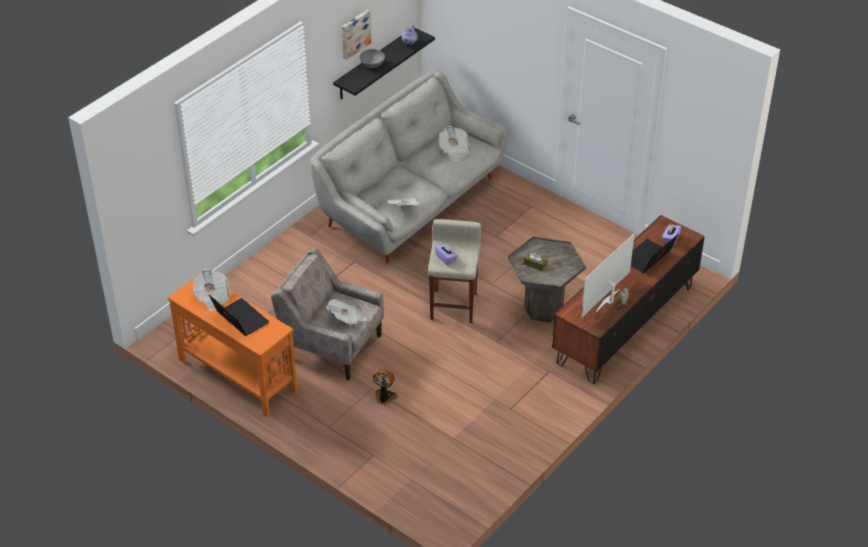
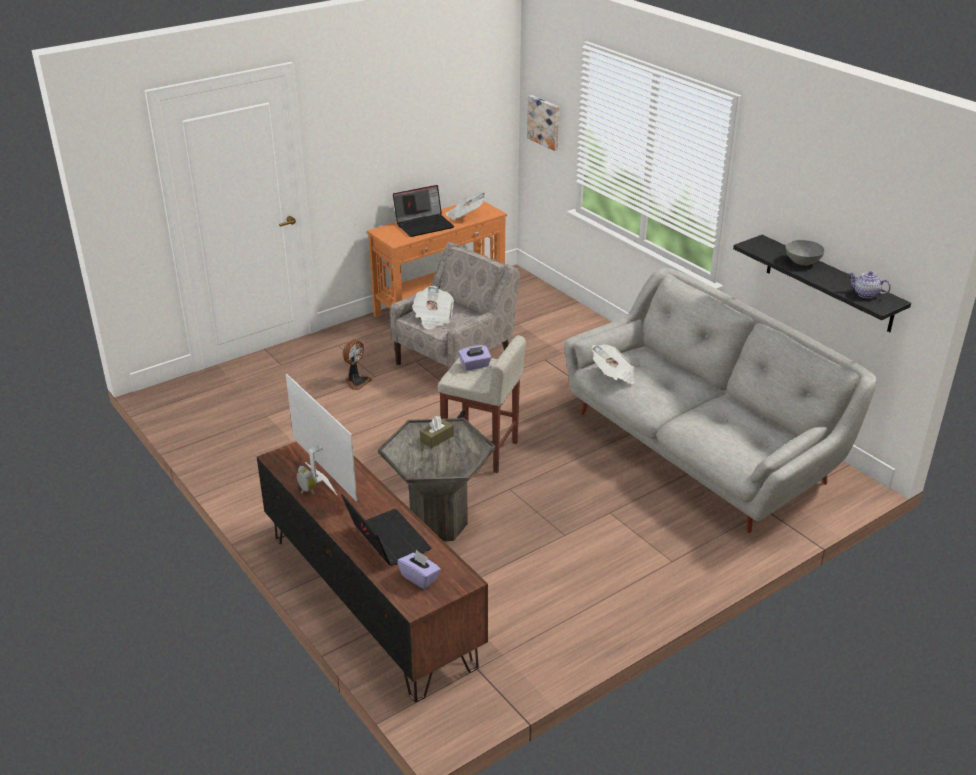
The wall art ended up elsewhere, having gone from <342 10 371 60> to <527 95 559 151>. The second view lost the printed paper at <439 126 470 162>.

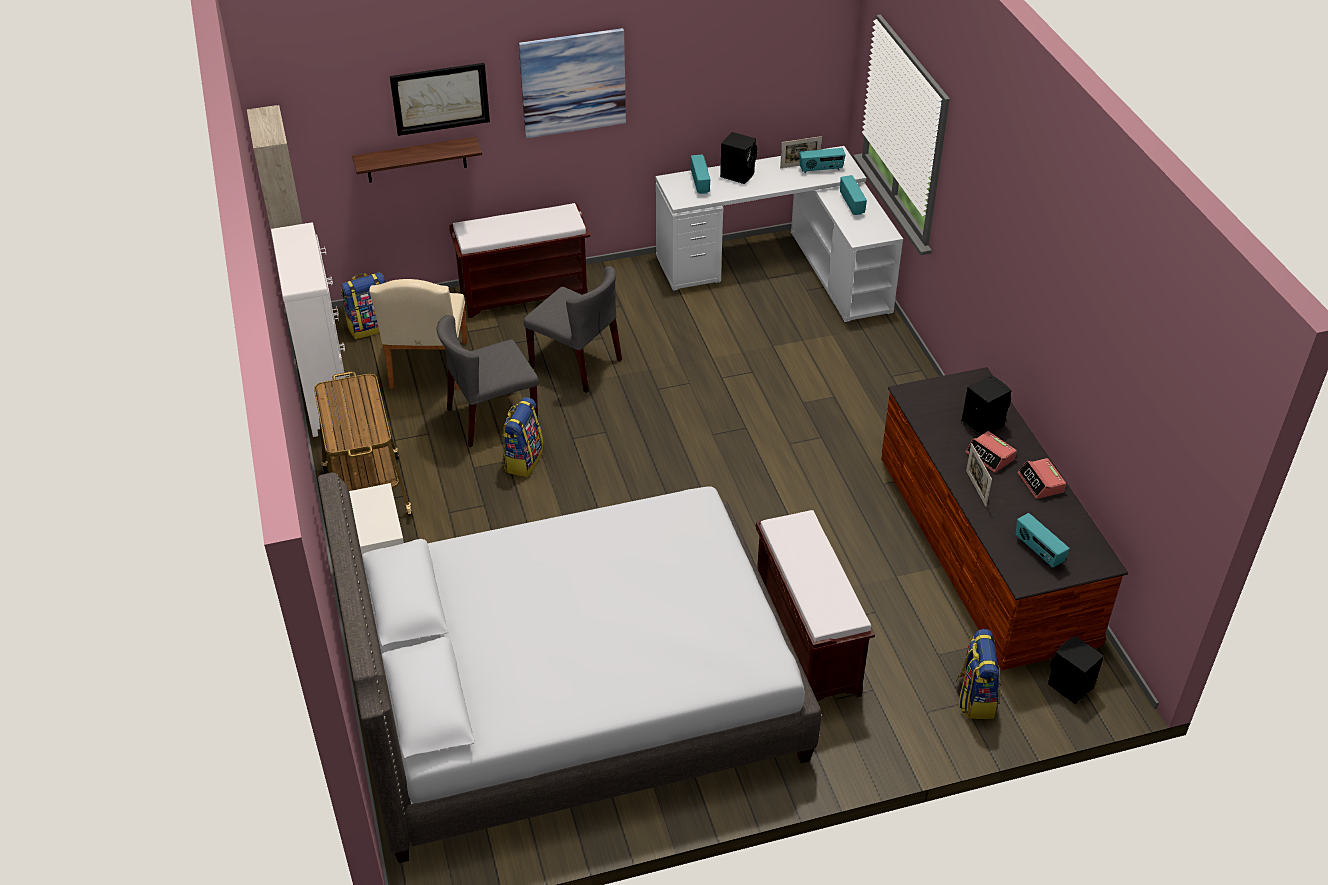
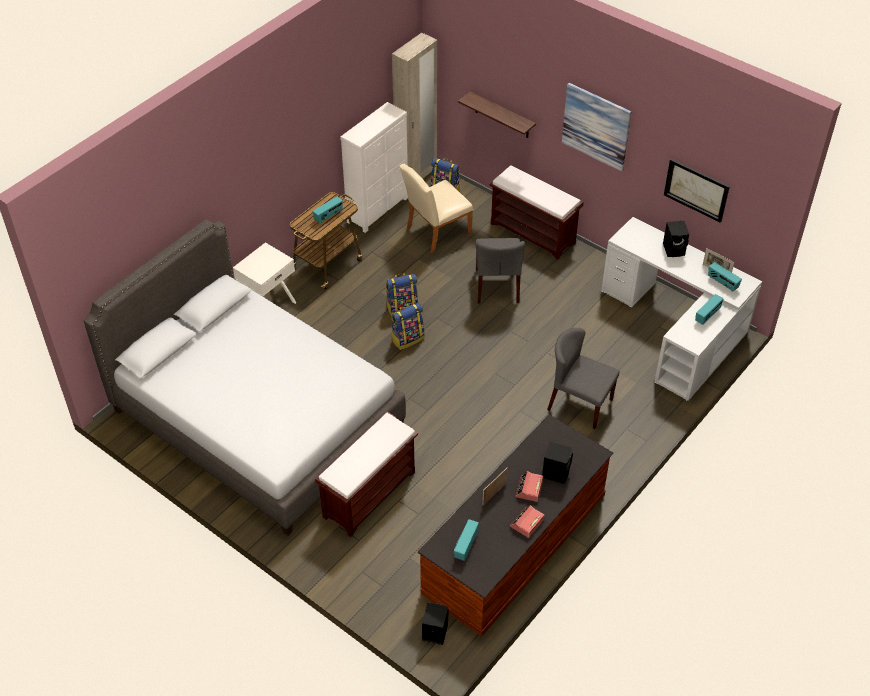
The radio receiver ended up elsewhere, having gone from <691 155 710 194> to <312 196 343 223>. The backpack ended up elsewhere, having gone from <955 629 1001 719> to <391 303 424 350>. The chair (gray) ended up elsewhere, having gone from <436 315 539 447> to <547 328 619 429>. The wall art ended up elsewhere, having gone from <390 63 490 136> to <664 159 730 223>.

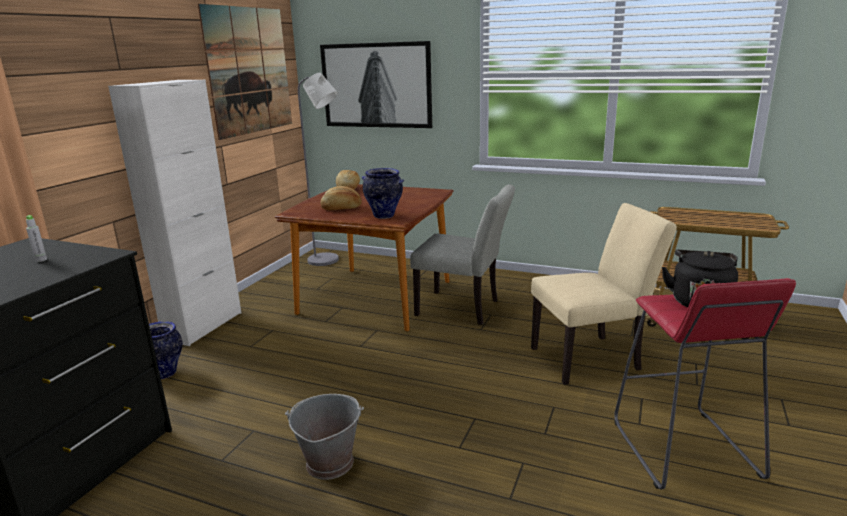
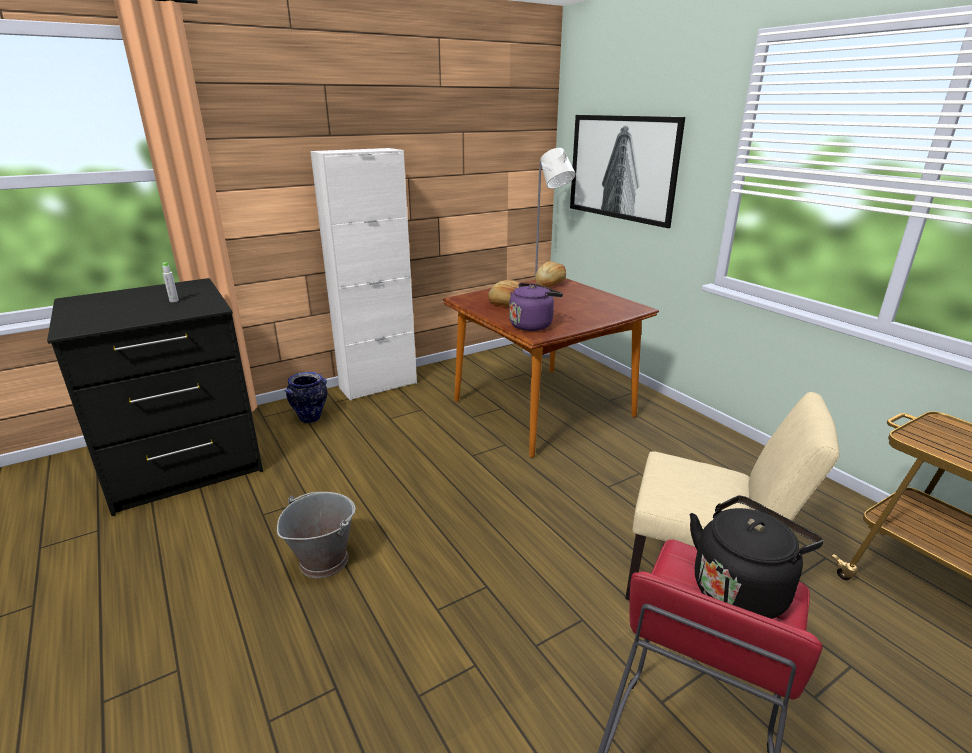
Where the flower vase stood at <362 168 404 219>, the kettle (purple-coloured) came to stand at <509 283 563 331>. The second view lost the wall art at <198 4 292 140>. The second view lost the chair (gray) at <410 184 515 325>.

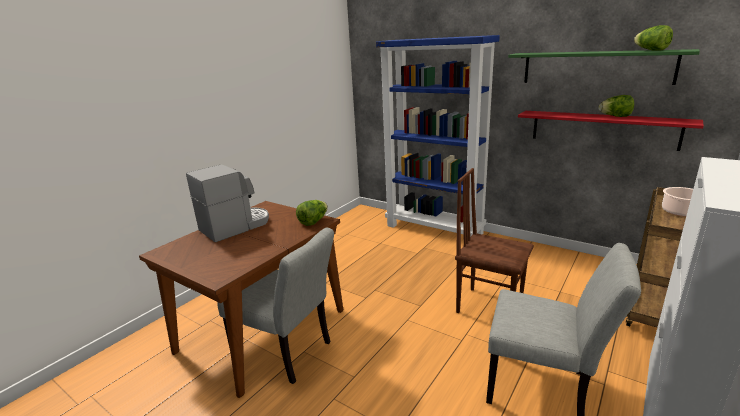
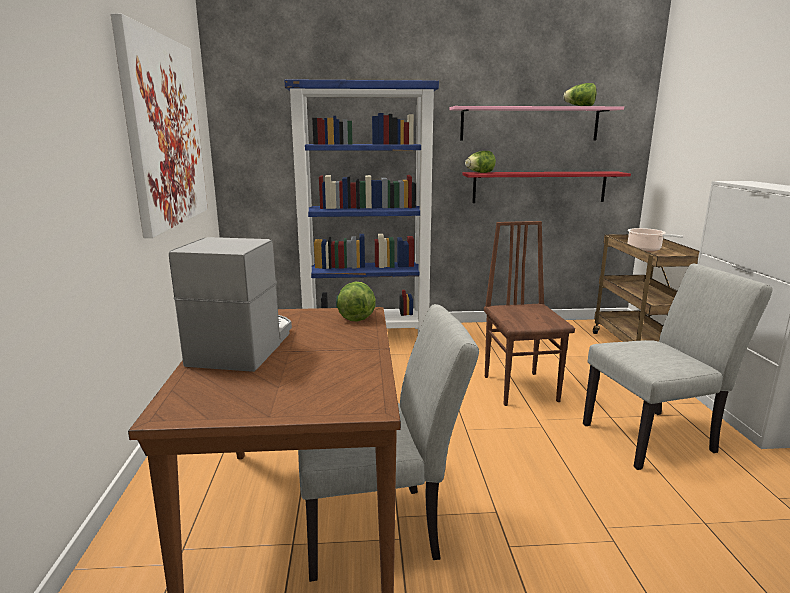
The second view gained the wall art at <111 13 208 238>. What was the bracket shelf (greenish) at <508 49 700 85> turned into the bracket shelf (pink-coloured) at <449 106 624 141>. The head of lettuce ended up elsewhere, having gone from <598 95 634 117> to <465 151 496 173>. The chair (brown-coloured) at <455 168 534 313> ended up facing another way, 90 degrees clockwise from before.

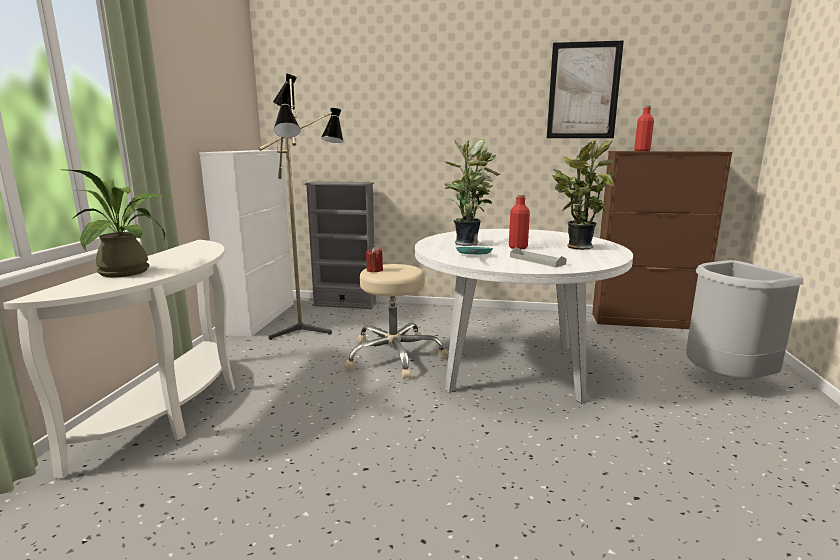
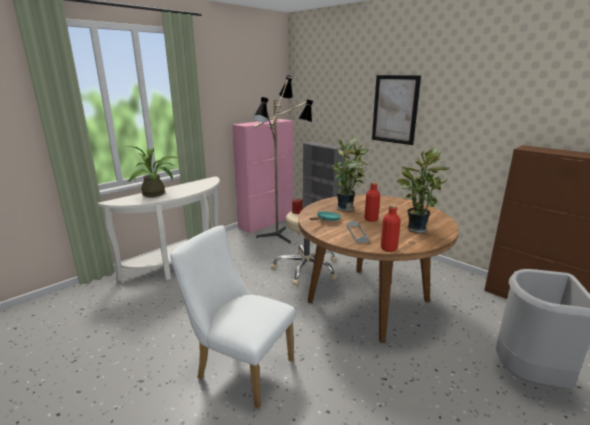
The second view gained the chair (white) at <170 225 296 409>. What was the cupboard (white) at <200 150 294 337> turned into the cupboard (pink-coloured) at <232 119 293 233>. What was the dining table (white) at <415 229 633 403> turned into the dining table (brown-coloured) at <298 195 459 343>. The wall art ended up elsewhere, having gone from <547 41 624 138> to <372 75 421 145>. The beverage bottle (red) ended up elsewhere, having gone from <634 106 654 151> to <381 204 401 252>.

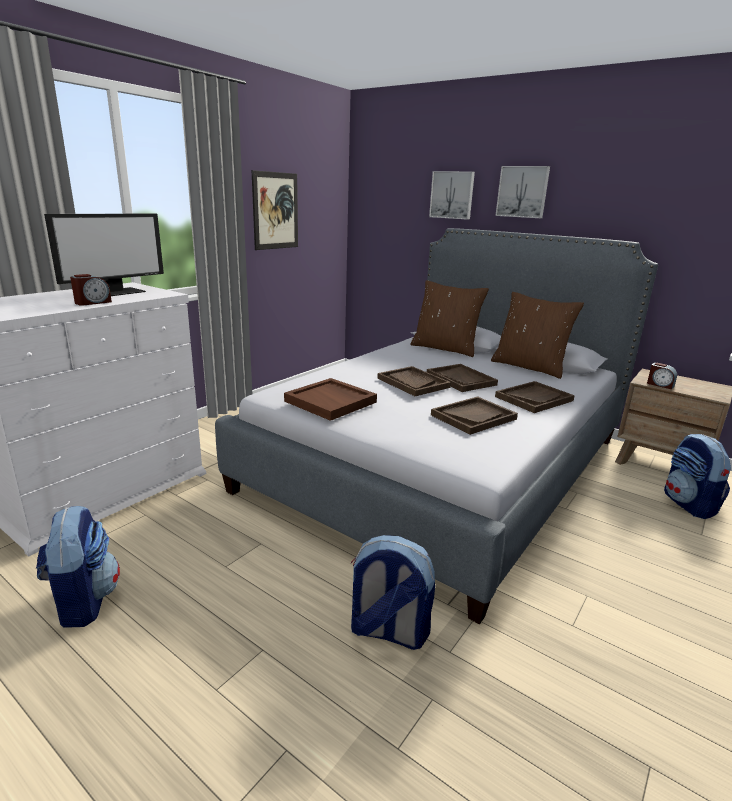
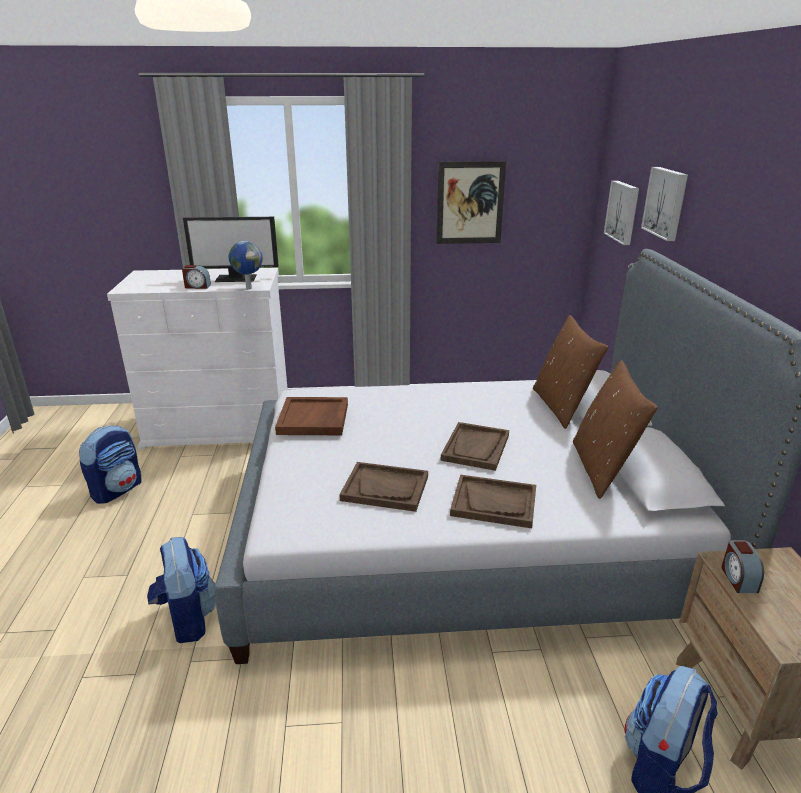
The second view gained the world globe at <229 241 263 290>. The wall art ended up elsewhere, having gone from <495 166 550 218> to <604 180 639 245>. The second view lost the carrying tray (brown-coloured) at <377 366 451 396>.

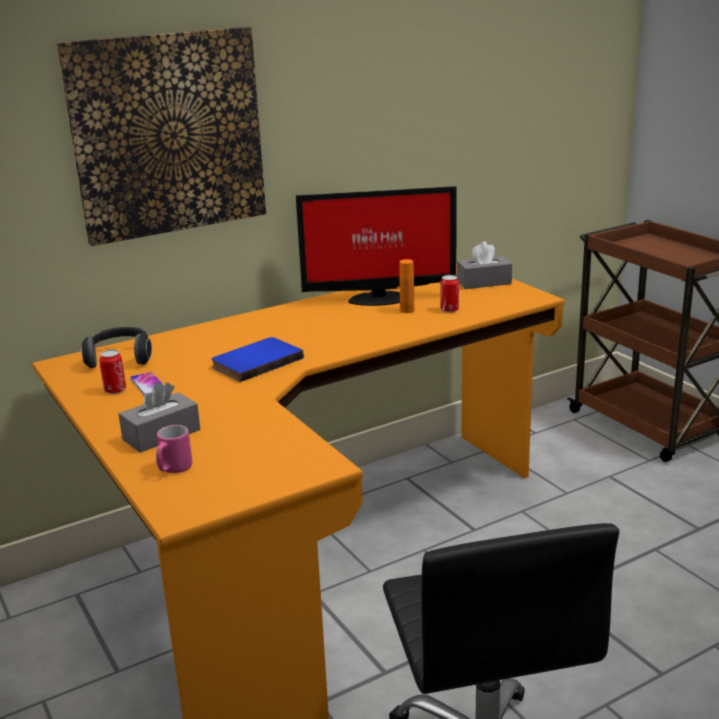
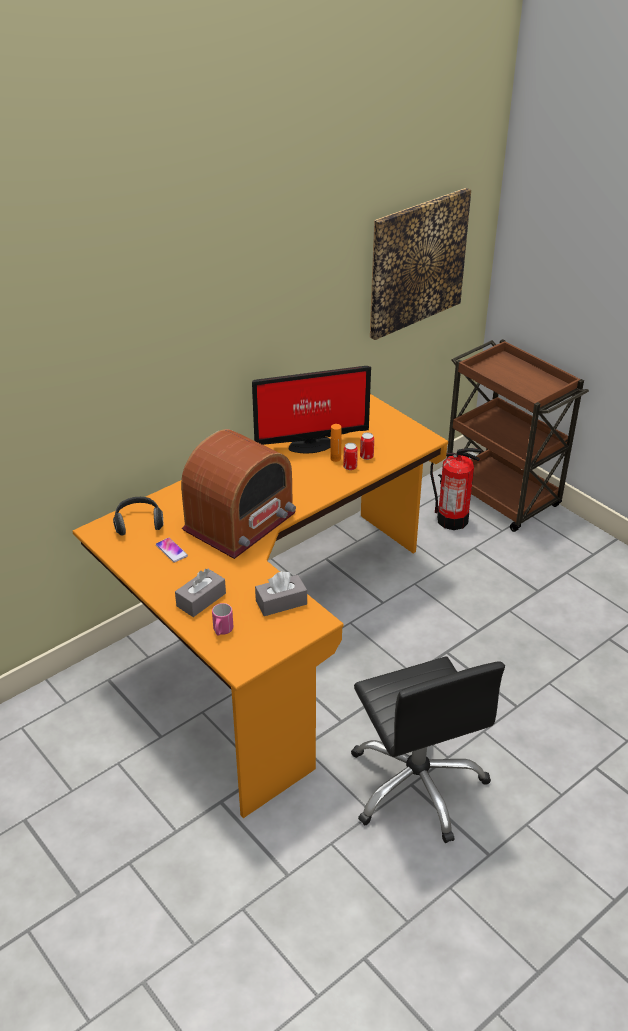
Where the book (blue) stood at <211 337 304 382>, the radio receiver came to stand at <181 429 296 559>. The box of tissues (gray) ended up elsewhere, having gone from <457 241 512 289> to <255 571 307 616>. The sealed can ended up elsewhere, having gone from <99 350 126 394> to <343 443 358 470>. The wall art ended up elsewhere, having gone from <57 27 266 246> to <370 188 471 340>. The second view gained the fire extinguisher at <430 448 482 530>.

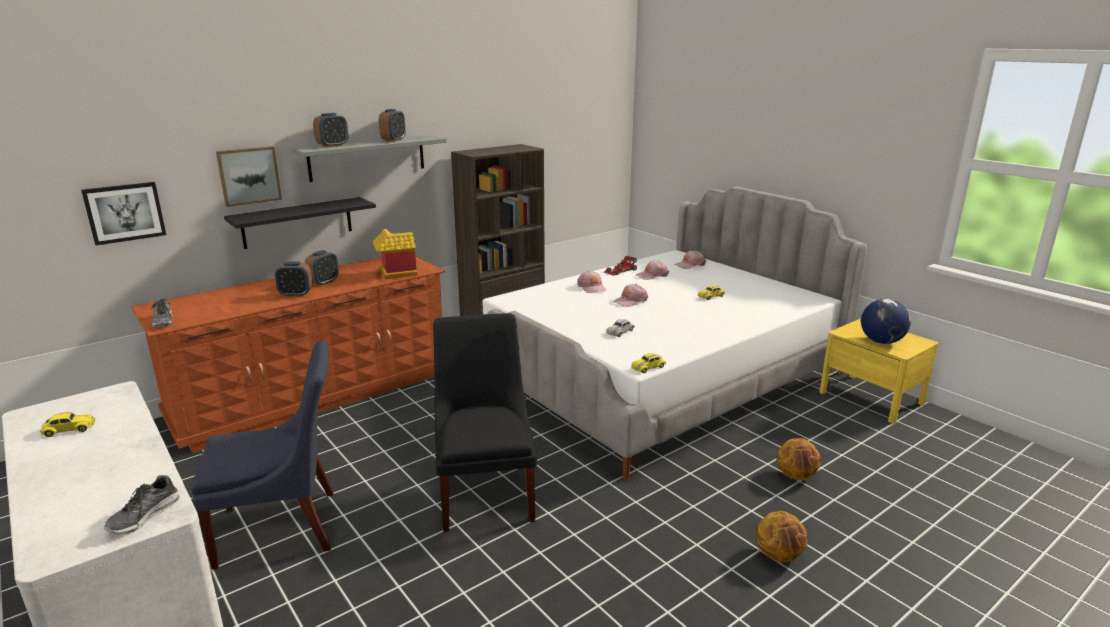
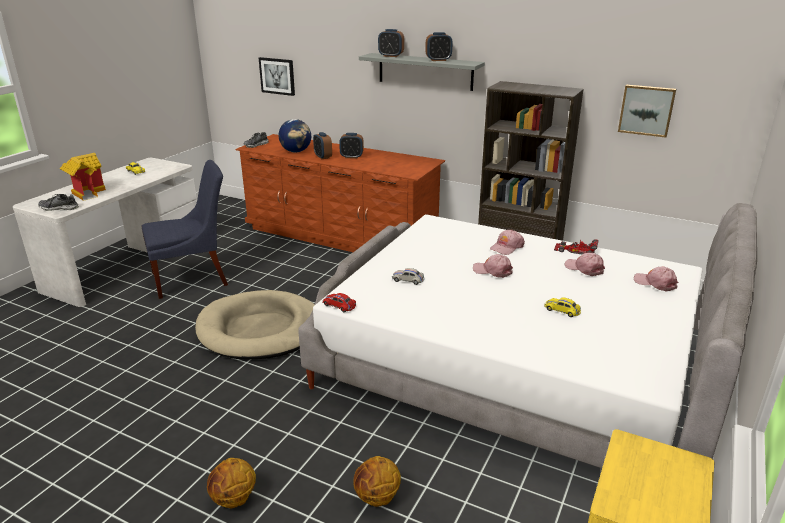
The toy house ended up elsewhere, having gone from <372 229 417 280> to <60 153 106 201>. The chair (blue) at <191 340 334 570> ended up facing another way, 75 degrees counterclockwise from before. Where the chair (black) stood at <433 313 537 532>, the dog cushion (sand-coloured) came to stand at <195 290 315 360>. The world globe ended up elsewhere, having gone from <861 299 911 344> to <278 119 311 152>. What was the model car (yellowish) at <631 353 666 373> turned into the model car (red) at <322 293 356 313>. The wall art ended up elsewhere, having gone from <216 146 282 207> to <618 85 676 138>. The second view lost the bracket shelf (black) at <224 197 376 249>.

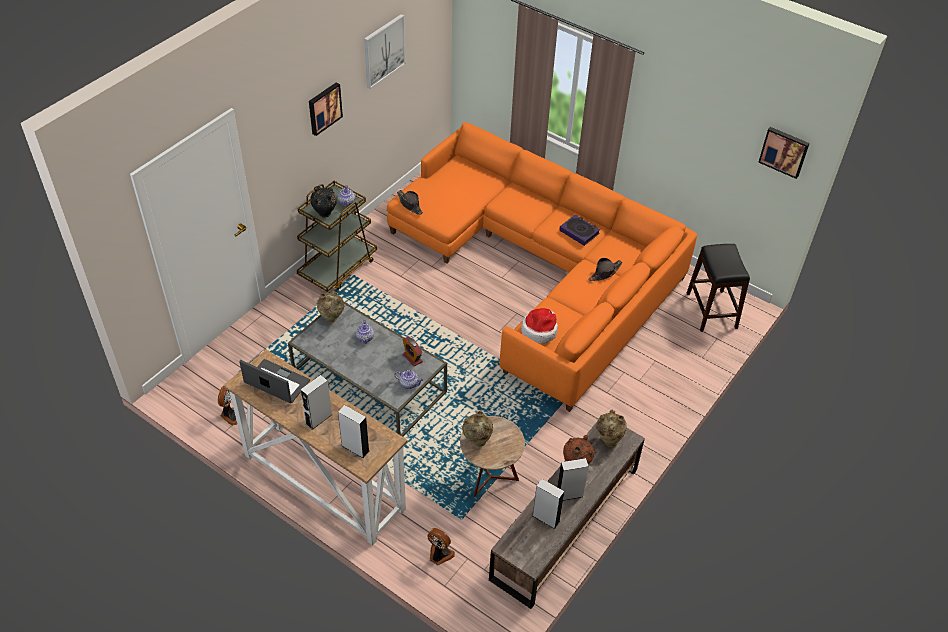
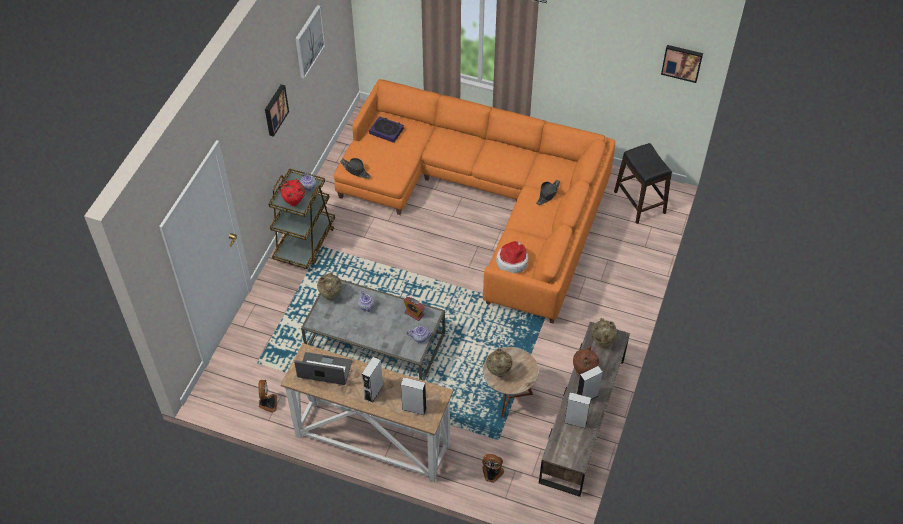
What was the flower vase (black) at <310 186 337 217> turned into the flower vase (red) at <281 179 305 206>. The book ended up elsewhere, having gone from <559 215 600 246> to <369 116 404 143>.

